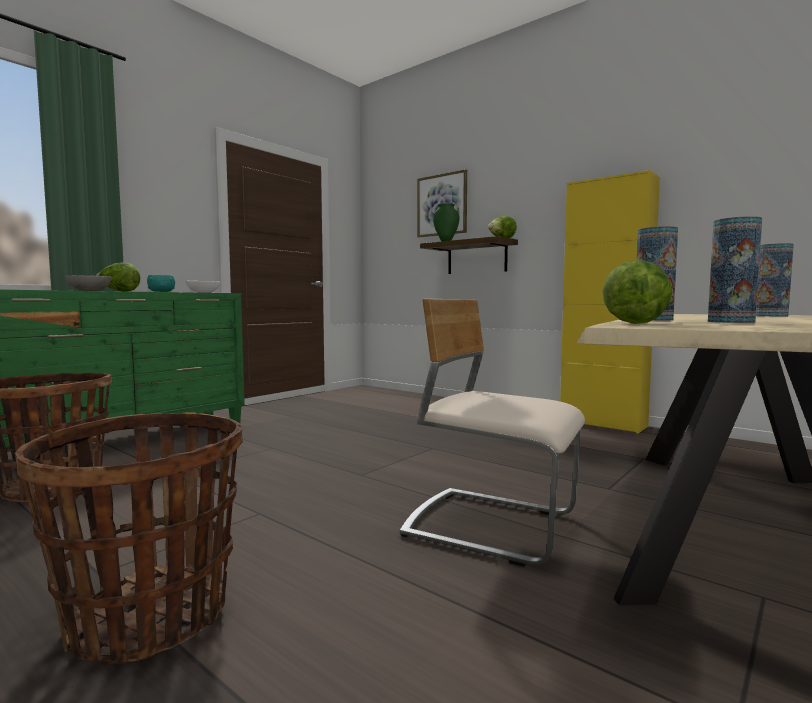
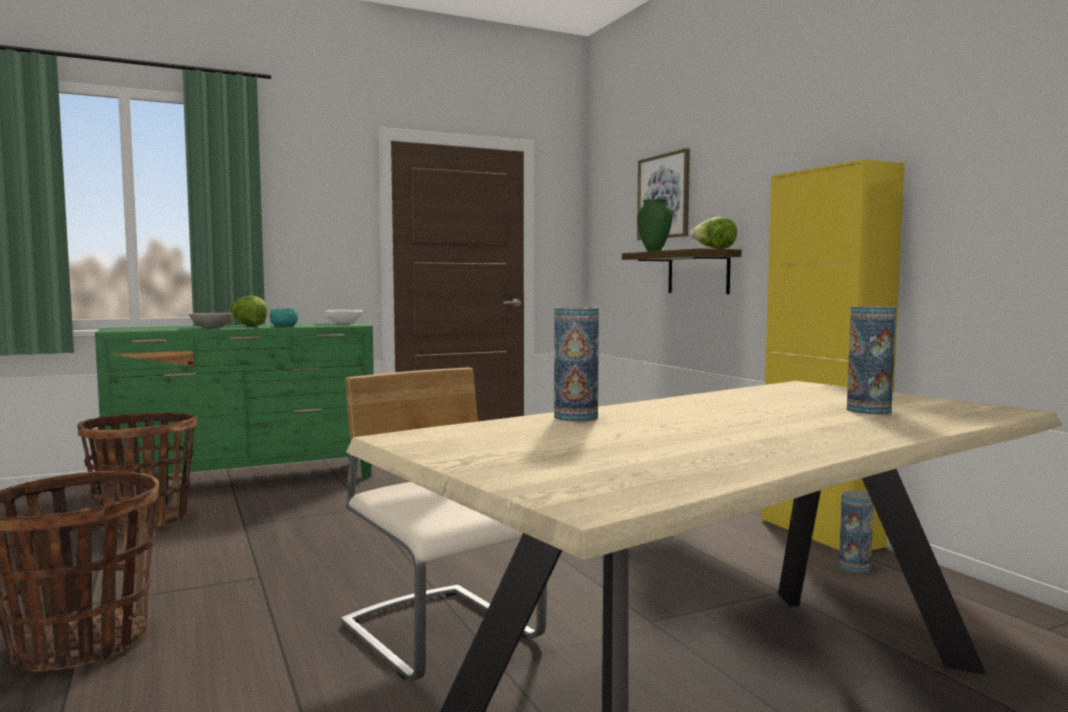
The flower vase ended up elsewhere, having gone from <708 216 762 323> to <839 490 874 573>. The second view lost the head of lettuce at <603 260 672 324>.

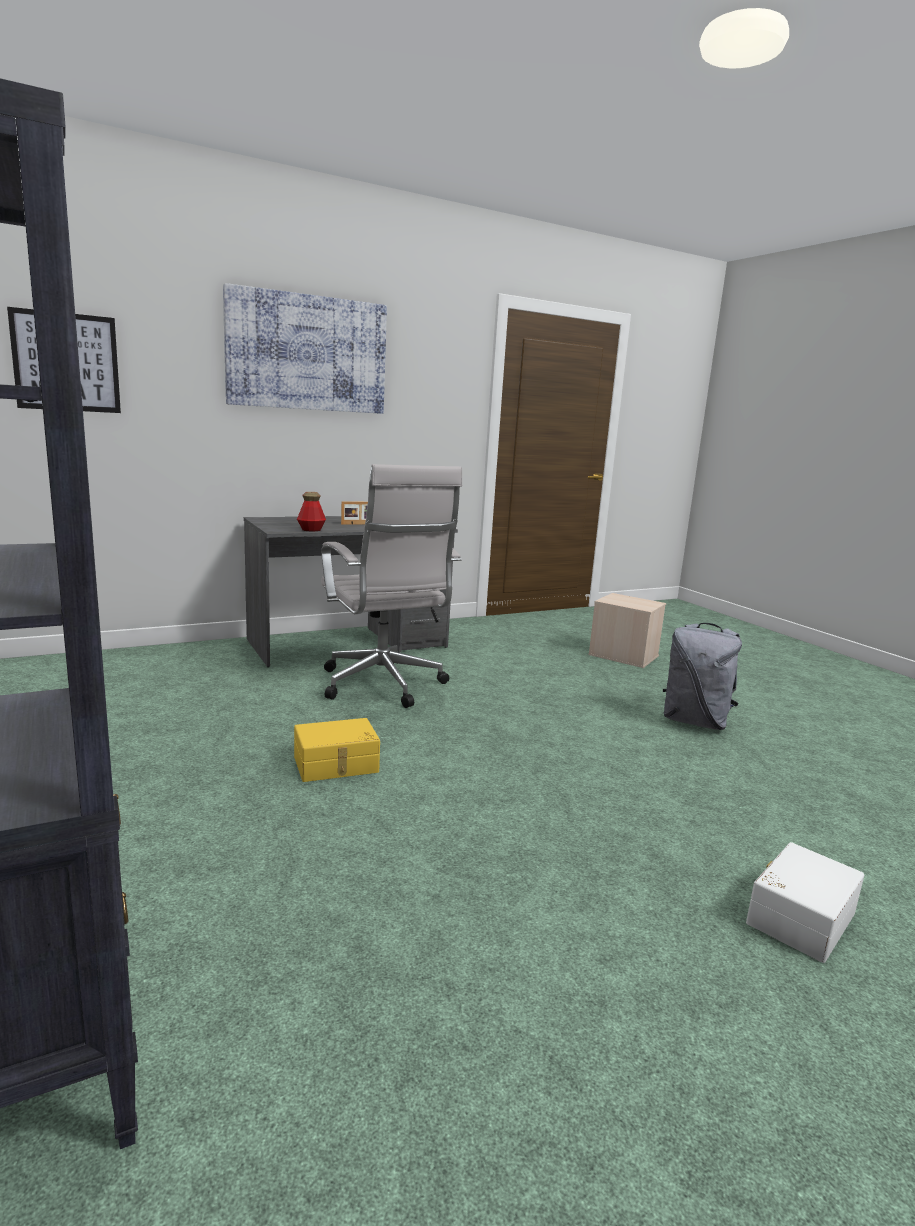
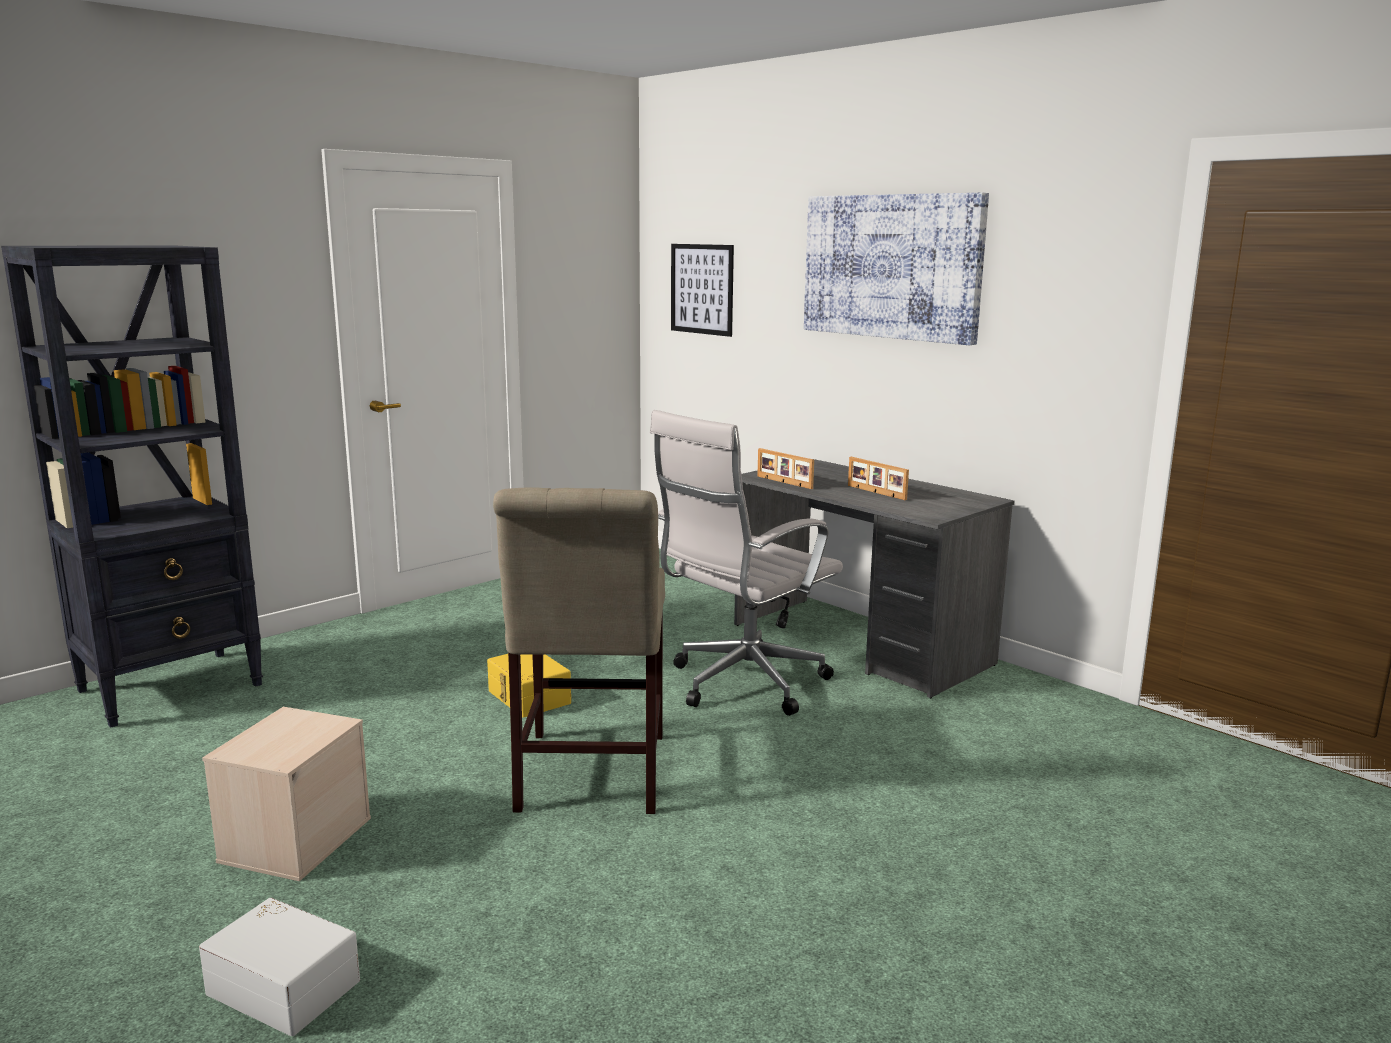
The storage container (sand-coloured) ended up elsewhere, having gone from <588 593 666 668> to <202 707 371 881>. The second view gained the chair (sand-coloured) at <493 487 665 814>. Where the beverage bottle stood at <297 492 326 531>, the picture frame came to stand at <757 448 814 489>. The second view lost the backpack (gray) at <663 623 742 730>.

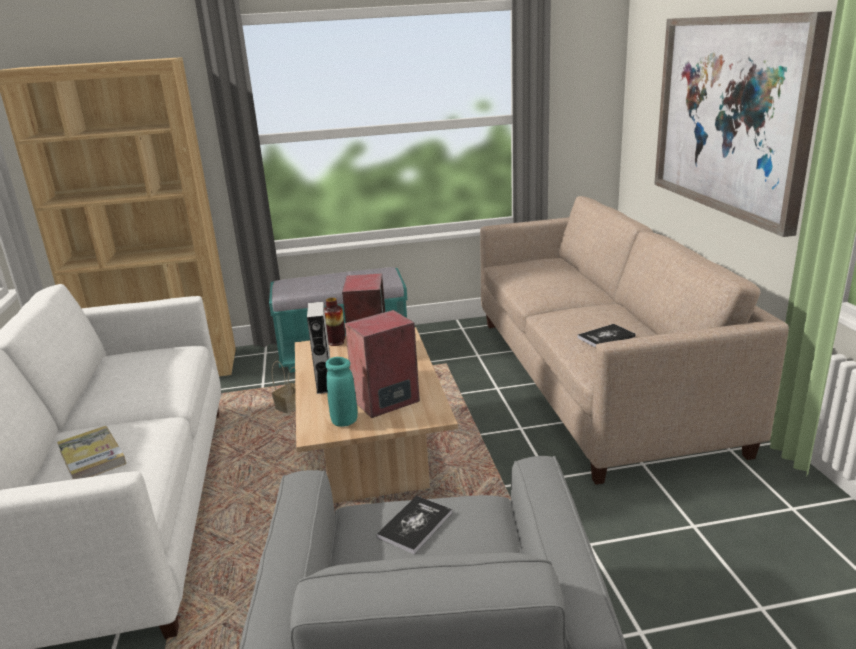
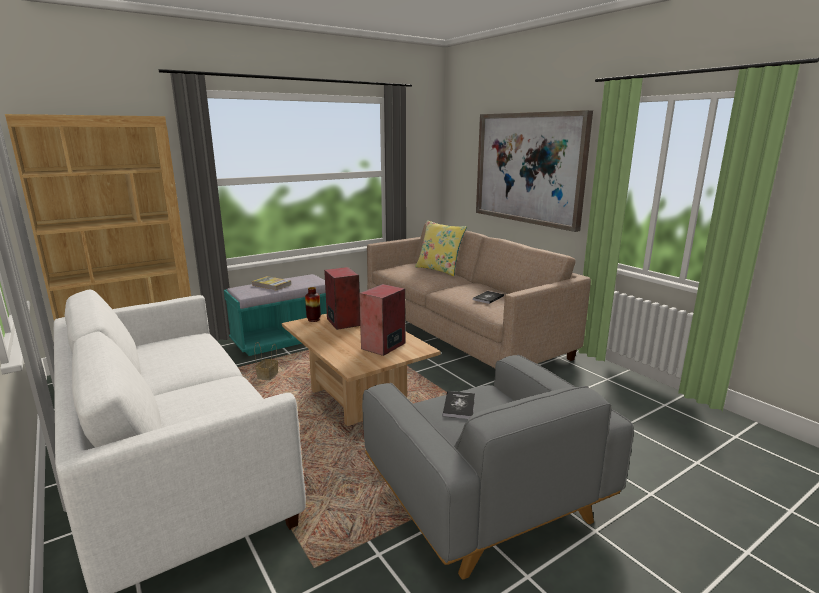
The book ended up elsewhere, having gone from <57 426 126 479> to <252 276 291 290>. The second view gained the cushion (yellowish) at <415 220 467 276>. The second view lost the audio speaker (gray) at <307 302 330 394>. The second view lost the flower vase (turquoise-coloured) at <325 357 358 427>.

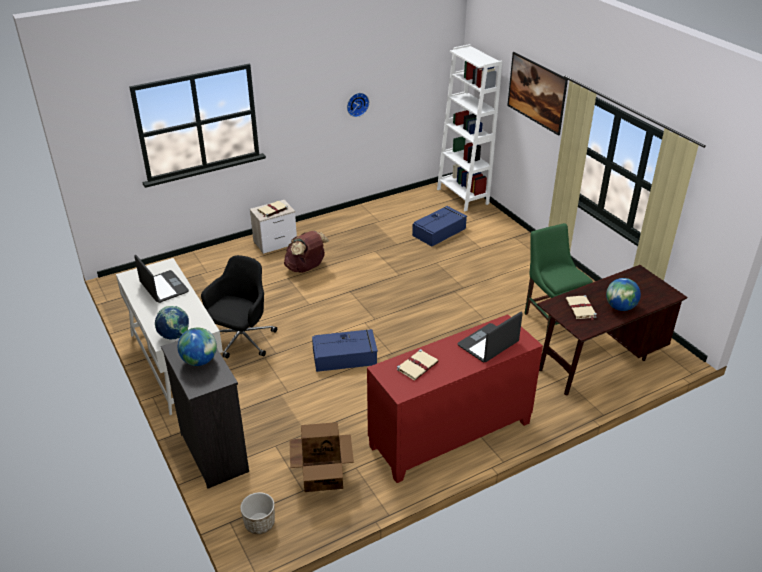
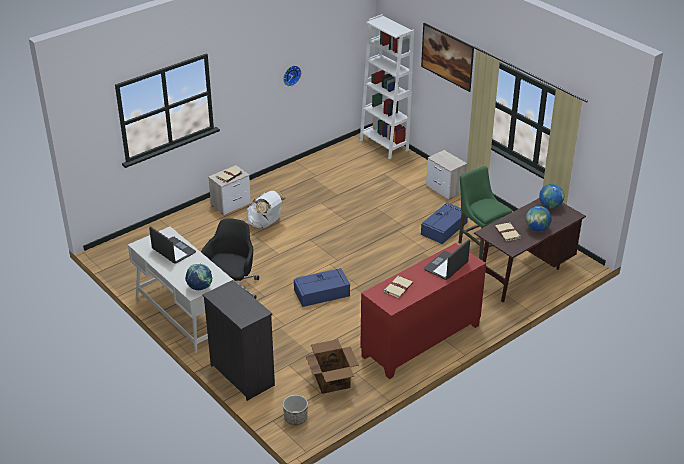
What was the backpack (brown-coloured) at <284 231 329 273> turned into the backpack (white) at <247 191 286 228>. The storage container (blue) ended up elsewhere, having gone from <412 206 467 247> to <421 202 468 244>. The second view gained the night table at <426 150 467 199>. The world globe ended up elsewhere, having gone from <178 327 217 366> to <539 184 564 209>.

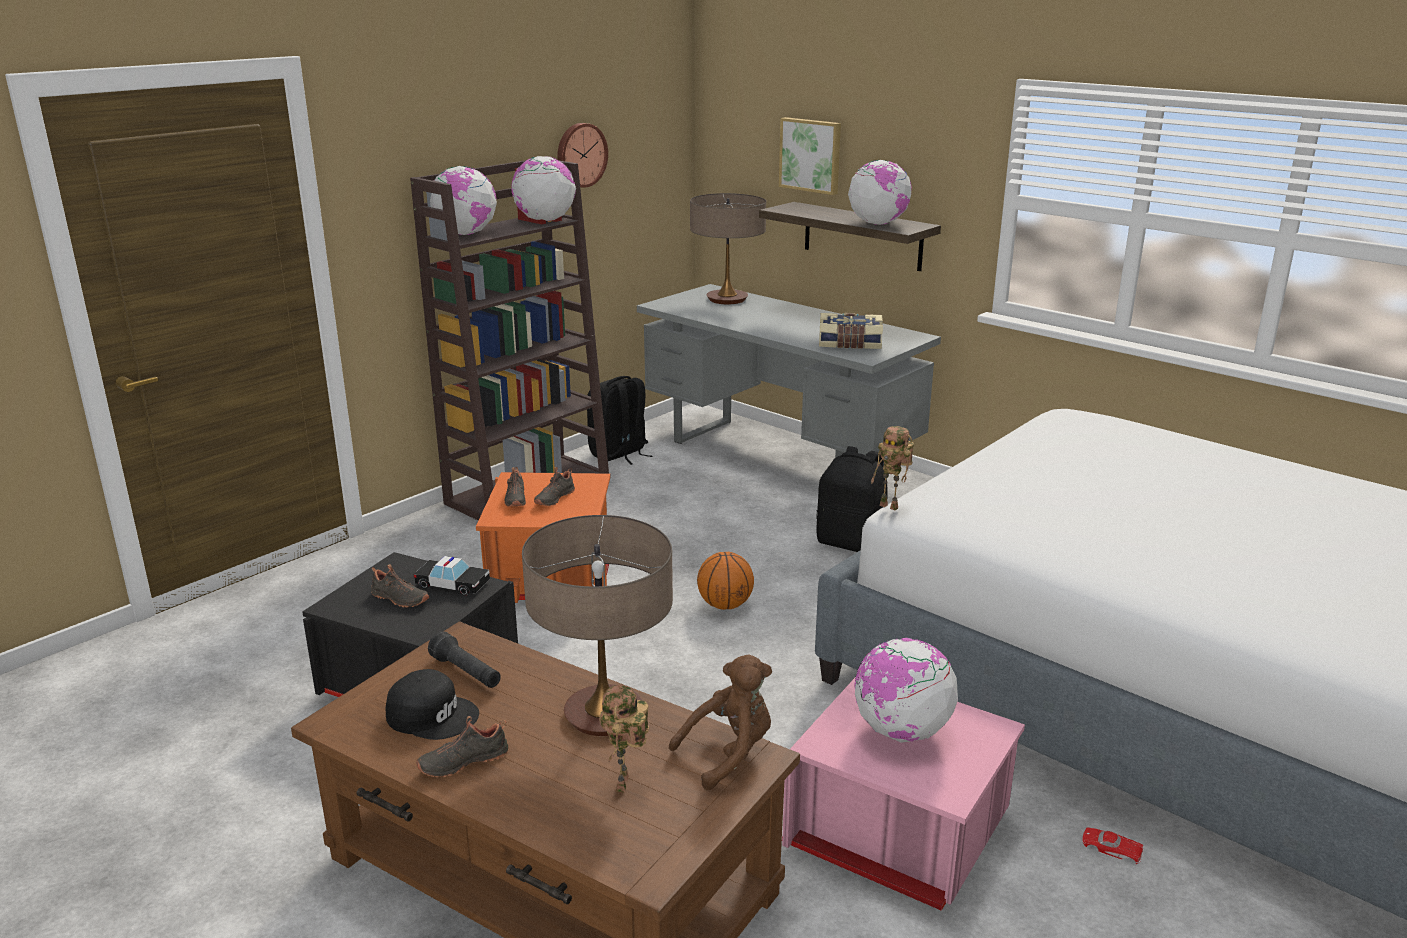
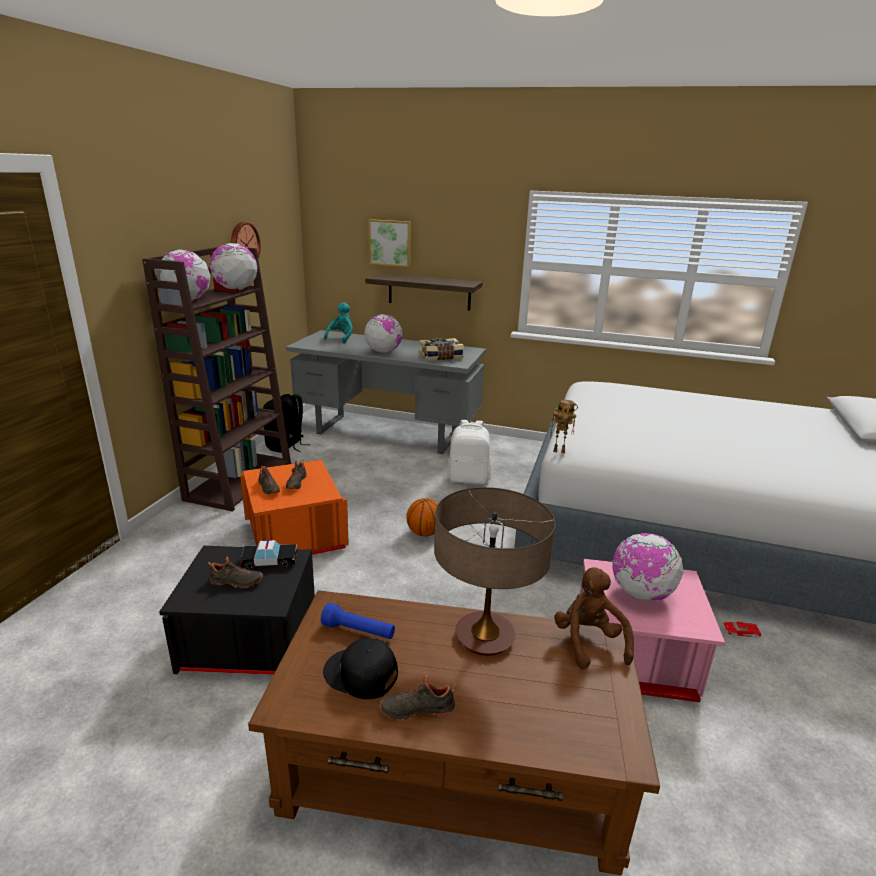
What was the hand torch (black) at <428 631 501 688> turned into the hand torch (blue) at <321 603 395 639>. The baseball cap (black) at <386 669 479 740> ended up facing another way, 150 degrees counterclockwise from before. Where the lamp for a table stood at <690 193 766 304>, the cuddly toy (turquoise-coloured) came to stand at <324 302 353 343>. The world globe ended up elsewhere, having gone from <848 160 912 225> to <364 314 403 353>. The item of footwear (black) at <416 716 509 777> ended up facing another way, 45 degrees clockwise from before. What was the backpack (black) at <816 446 888 552> turned into the backpack (white) at <447 420 491 484>. The cuddly toy (brown-coloured) at <669 654 772 790> ended up facing another way, 45 degrees counterclockwise from before. The second view lost the toy robot at <599 685 649 792>.

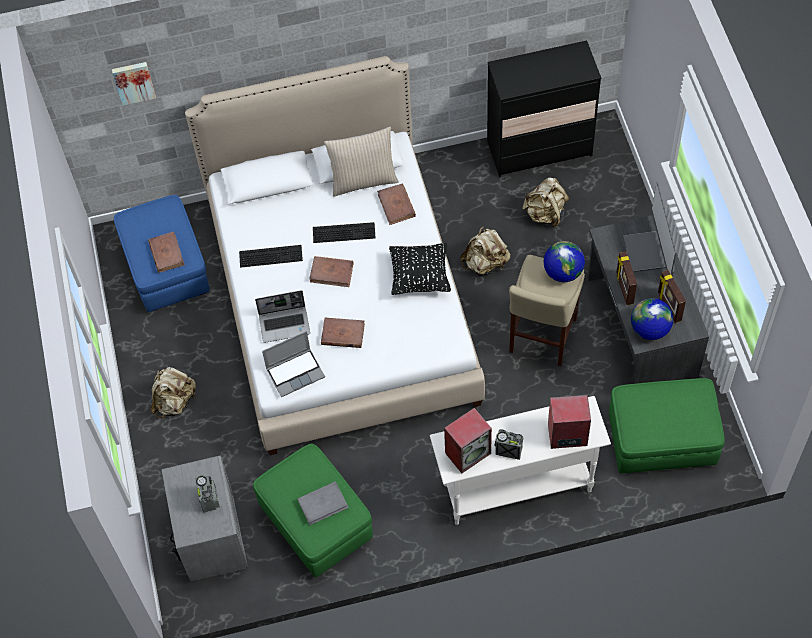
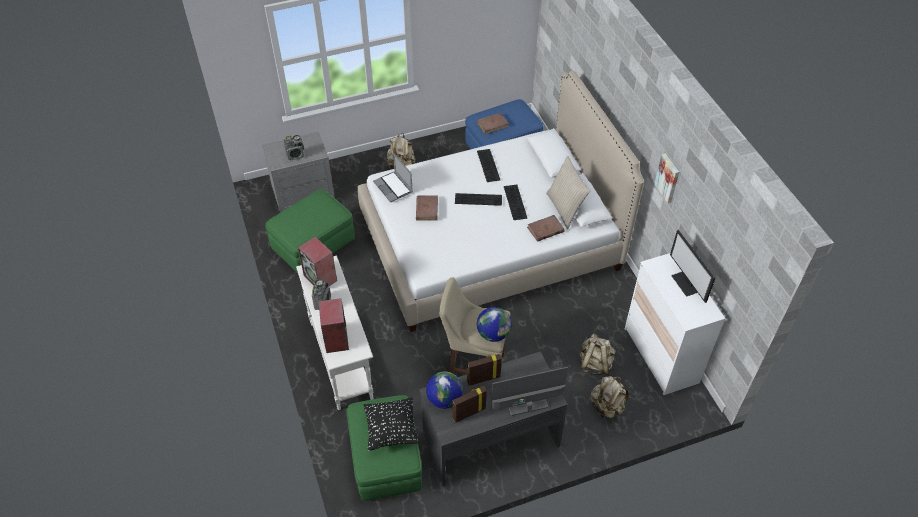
The cushion (black) ended up elsewhere, having gone from <389 243 451 295> to <364 397 419 451>. Where the book (brown-coloured) stood at <309 256 353 287>, the PC keyboard came to stand at <455 193 502 206>. The backpack (sand-coloured) ended up elsewhere, having gone from <460 226 511 275> to <590 376 629 418>. What was the dresser (black) at <487 40 601 177> turned into the dresser (white) at <625 253 725 395>. The wall art ended up elsewhere, having gone from <112 62 156 105> to <654 153 679 203>. The second view gained the computer display at <670 230 715 303>. The second view lost the notebook computer at <255 290 310 343>. The second view lost the book (gray) at <297 481 349 525>.

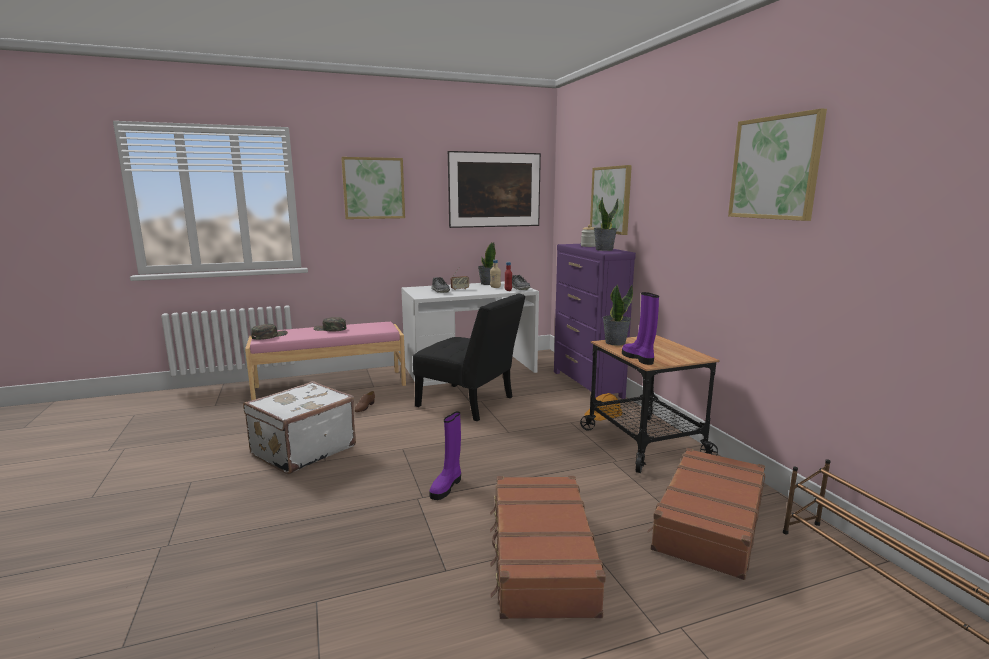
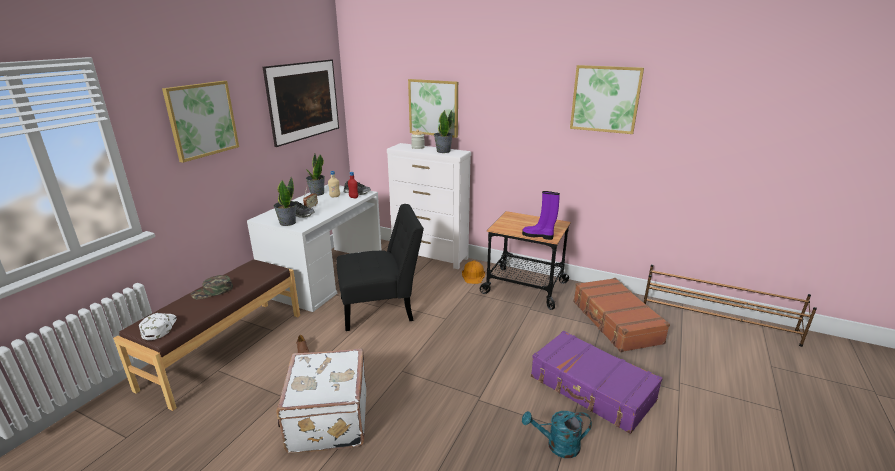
What was the indoor bench (pink-coloured) at <245 322 406 401> turned into the indoor bench (brown-coloured) at <113 259 300 411>. What was the baseball cap (greenish) at <251 324 288 340> turned into the baseball cap (white) at <139 313 177 340>. The potted plant ended up elsewhere, having gone from <603 285 633 346> to <274 177 296 226>. What was the dresser (purple-coloured) at <554 244 636 399> turned into the dresser (white) at <387 143 471 269>. The second view gained the sprinkling can (turquoise-coloured) at <522 411 592 458>. What was the travel case (brown-coloured) at <490 476 606 619> turned into the travel case (purple-coloured) at <531 331 663 434>. The second view lost the boot (purple-coloured) at <429 411 461 500>.

